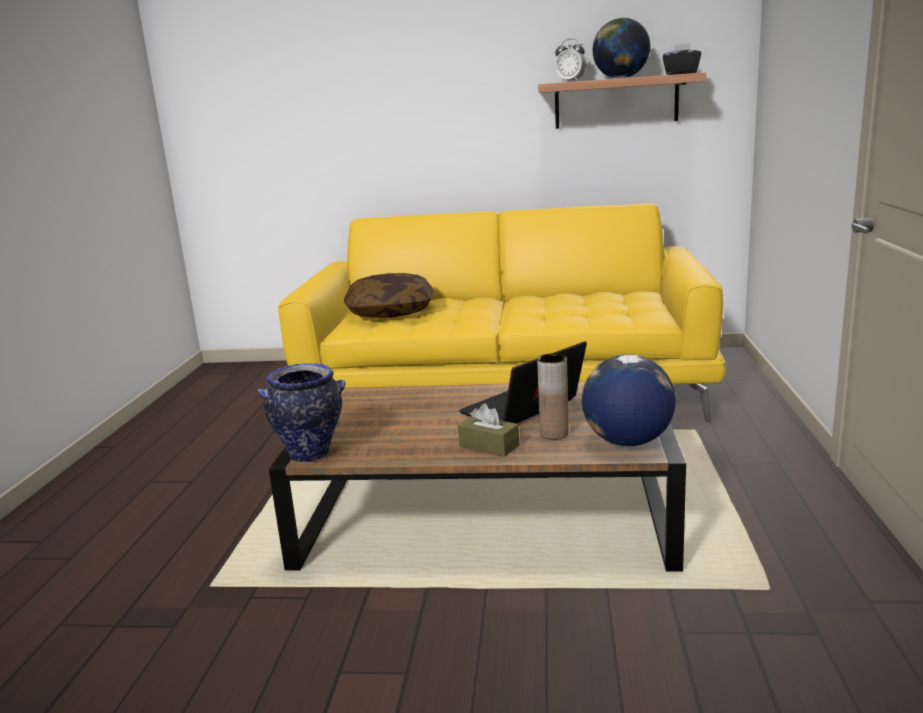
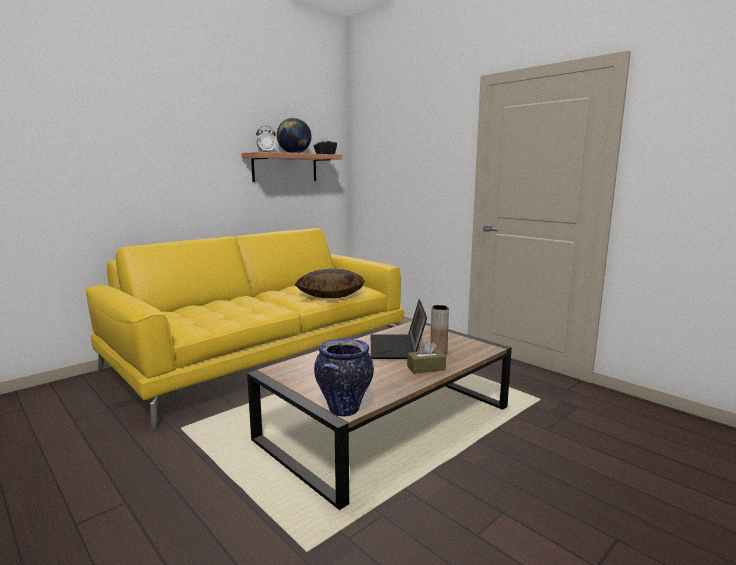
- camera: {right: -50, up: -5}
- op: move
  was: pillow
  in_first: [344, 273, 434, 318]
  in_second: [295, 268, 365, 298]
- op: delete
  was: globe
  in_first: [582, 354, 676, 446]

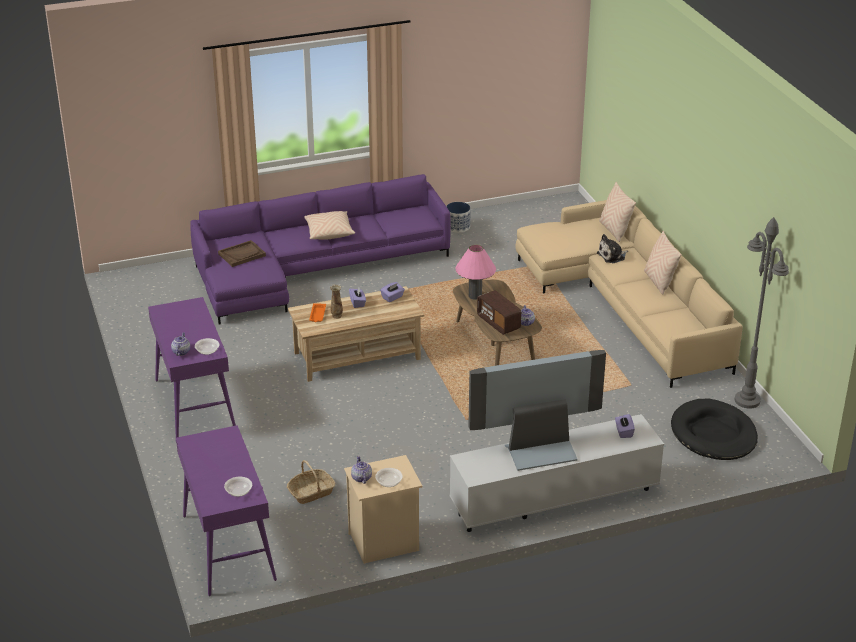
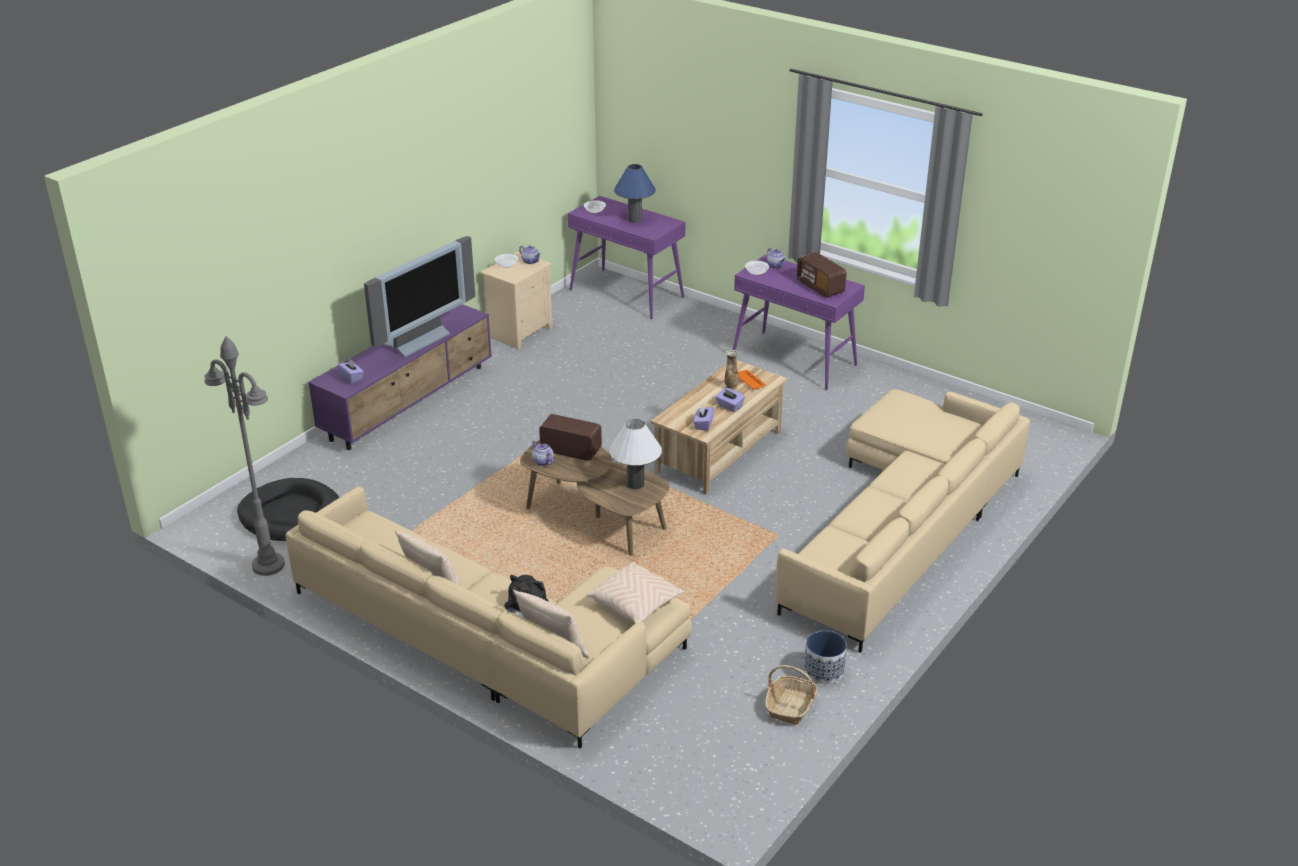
- camera: {right: 145, up: 0}
- op: recolor
  was: white tv stand
  now: purple tv stand
  in_first: [450, 414, 664, 532]
  in_second: [308, 304, 492, 450]
- op: move
  was: beige pillow
  in_first: [304, 211, 355, 240]
  in_second: [587, 561, 685, 623]
- op: recolor
  was: pink table lamp
  now: white table lamp
  in_first: [455, 245, 496, 300]
  in_second: [609, 419, 662, 489]
- op: insert
  now: blue table lamp
  in_second: [614, 164, 656, 223]
- op: move
  was: basket
  in_first: [287, 460, 335, 504]
  in_second: [765, 665, 818, 725]
- op: recolor
  was: purple sofa
  now: beige sofa
  in_first: [191, 174, 451, 325]
  in_second: [775, 389, 1030, 653]
- op: insert
  now: radio
  in_second: [797, 252, 847, 298]
- op: delete
  was: brown tray
  in_first: [218, 240, 266, 267]

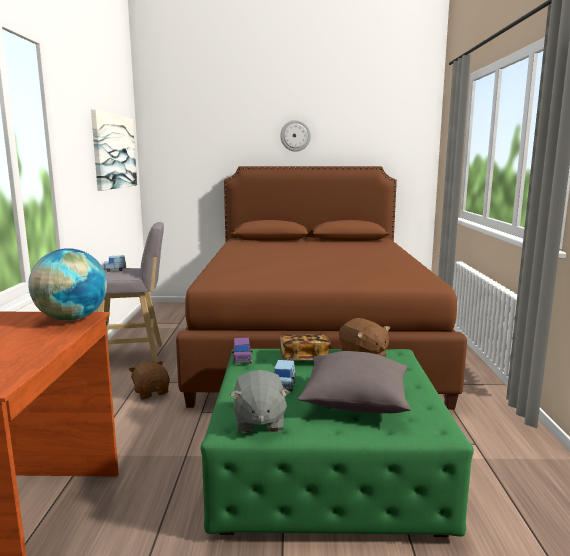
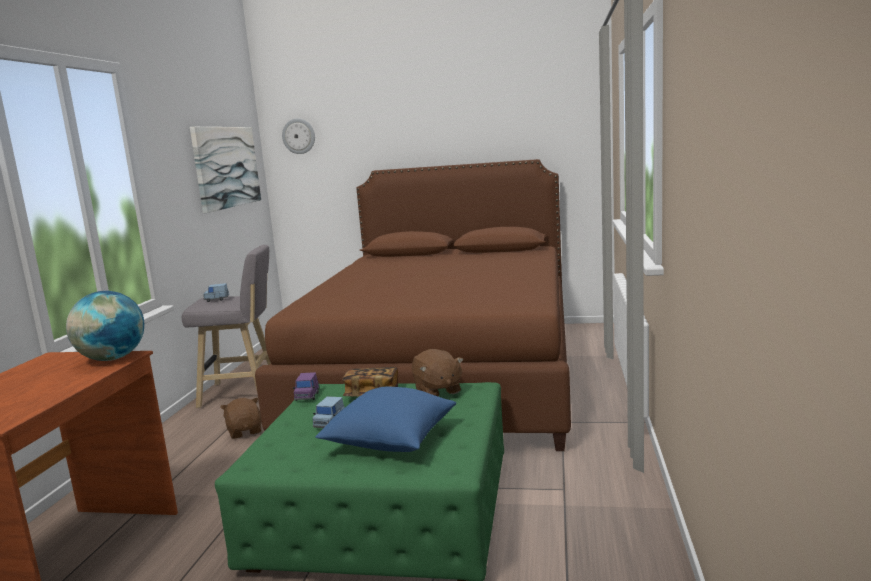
- camera: {right: 10, up: 0}
- op: move
  was: wall clock
  in_first: [280, 120, 311, 152]
  in_second: [282, 119, 315, 154]
- op: recolor
  was: grey pillow
  now: blue pillow
  in_first: [298, 351, 411, 413]
  in_second: [315, 387, 456, 452]
- op: delete
  was: grey plush toy
  in_first: [230, 370, 290, 433]

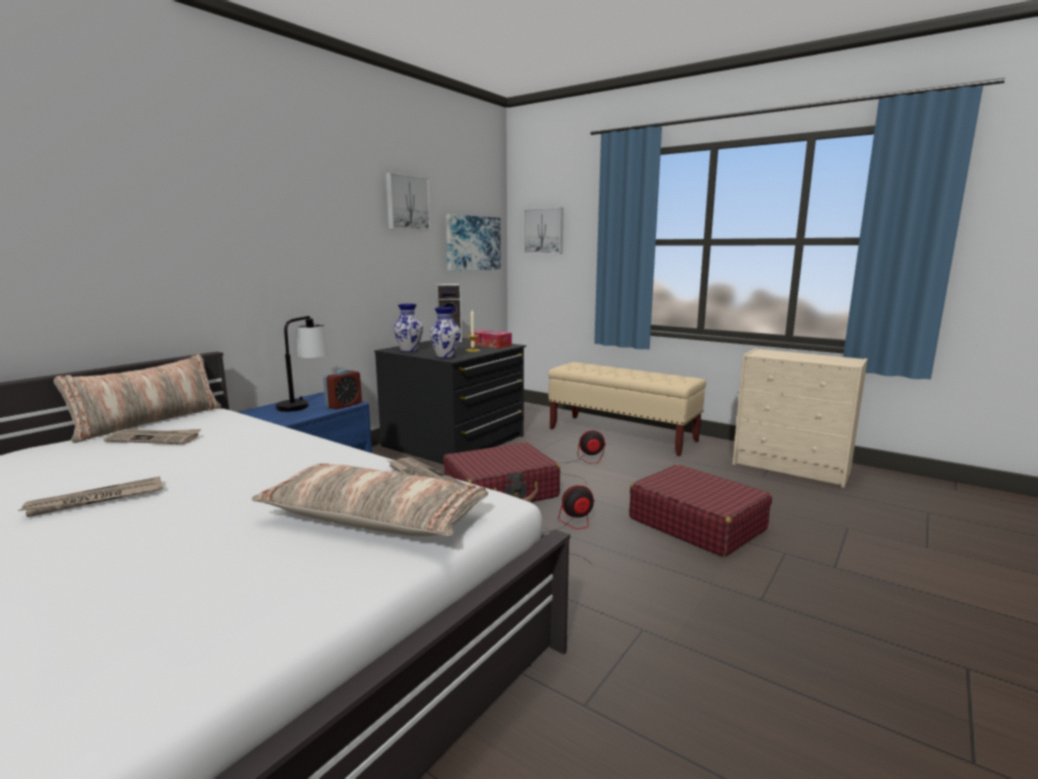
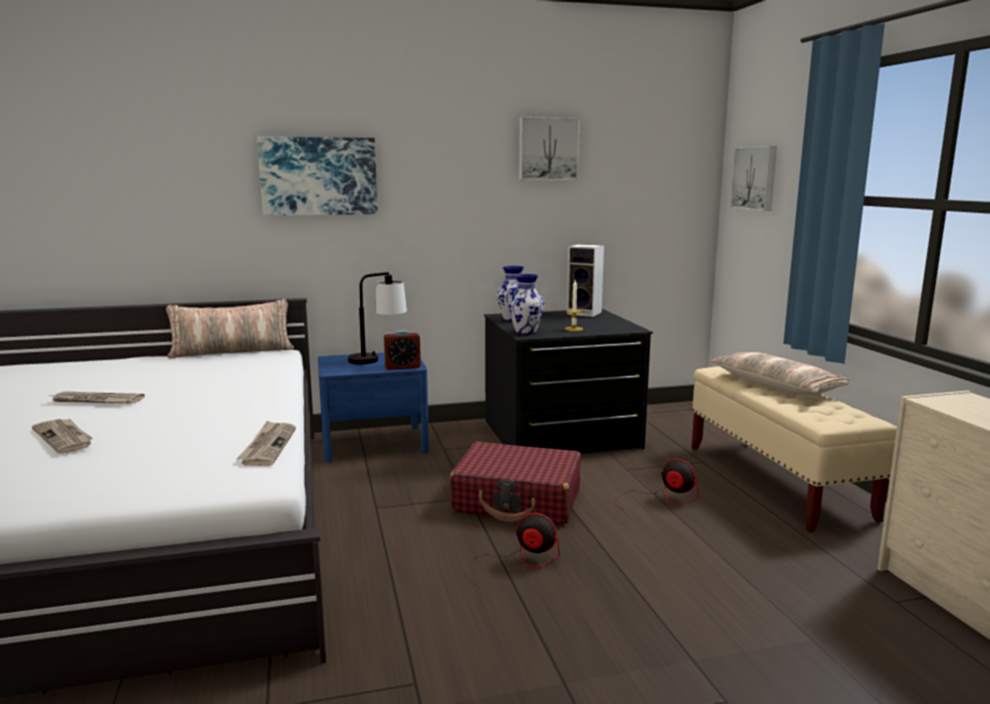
- camera: {right: 40, up: 0}
- op: move
  was: newspaper
  in_first: [104, 429, 201, 444]
  in_second: [32, 419, 93, 454]
- op: move
  was: picture
  in_first: [446, 214, 501, 271]
  in_second: [257, 137, 378, 216]
- op: move
  was: pillow
  in_first: [251, 463, 488, 536]
  in_second: [710, 352, 851, 395]
- op: delete
  was: tissue box
  in_first: [470, 330, 512, 348]
- op: delete
  was: red suitcase
  in_first: [629, 464, 772, 557]

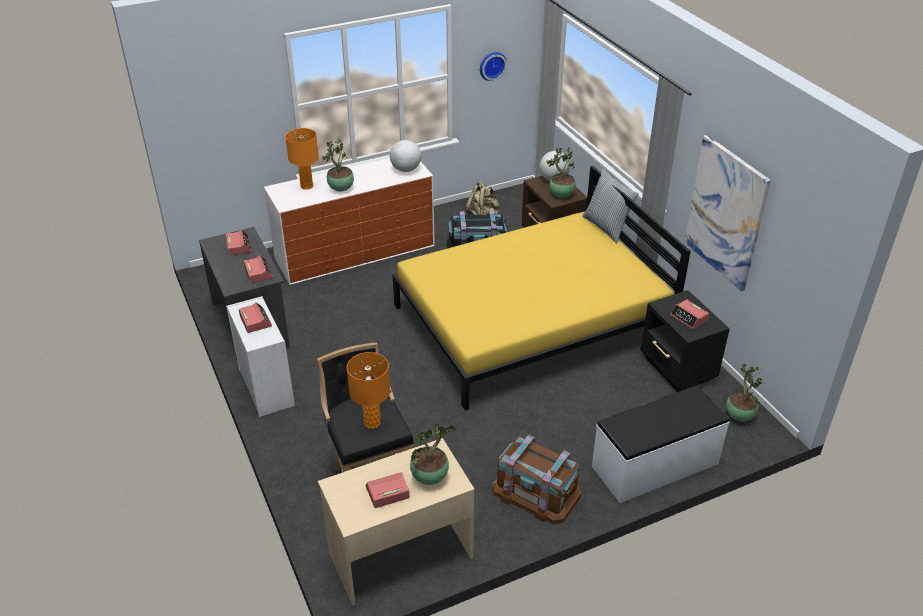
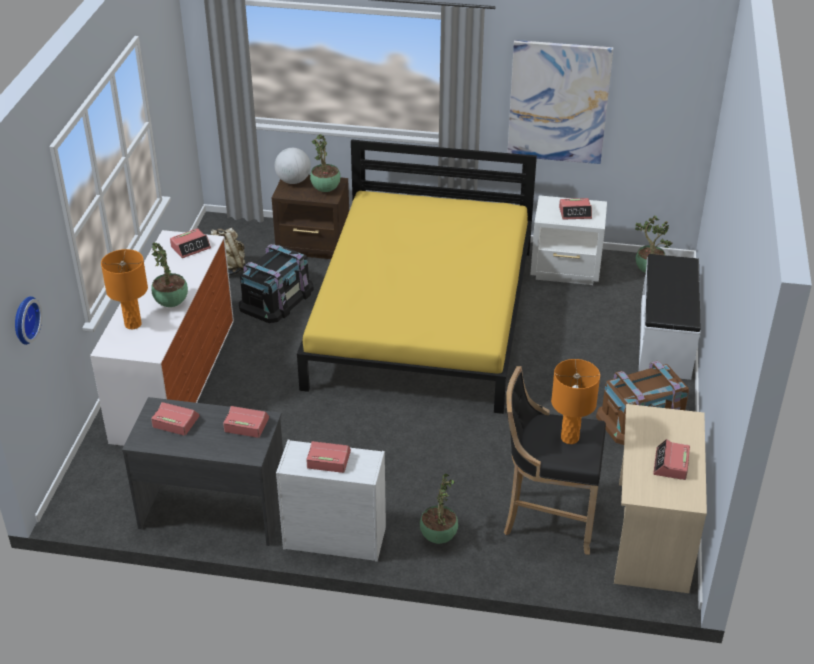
- camera: {right: -55, up: 0}
- op: move
  was: wall clock
  in_first: [480, 52, 507, 81]
  in_second: [15, 296, 42, 345]
- op: replace
  was: globe
  now: alarm clock
  in_first: [390, 140, 421, 172]
  in_second: [170, 228, 211, 258]
- op: move
  was: potted plant
  in_first: [410, 424, 456, 485]
  in_second: [420, 474, 458, 544]
- op: recolor
  was: black nightstand
  now: white nightstand
  in_first: [640, 290, 730, 392]
  in_second: [530, 195, 607, 285]
- op: delete
  was: pillow
  in_first: [582, 169, 639, 244]

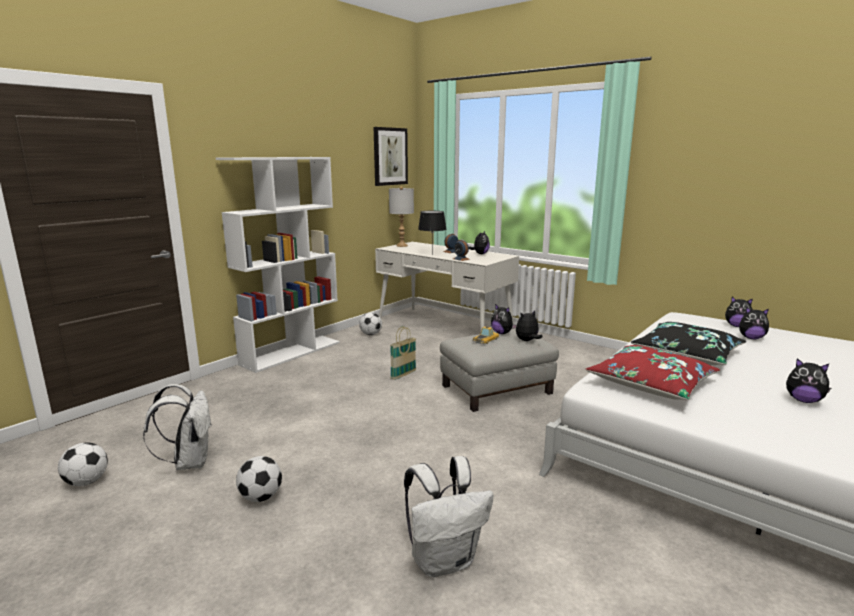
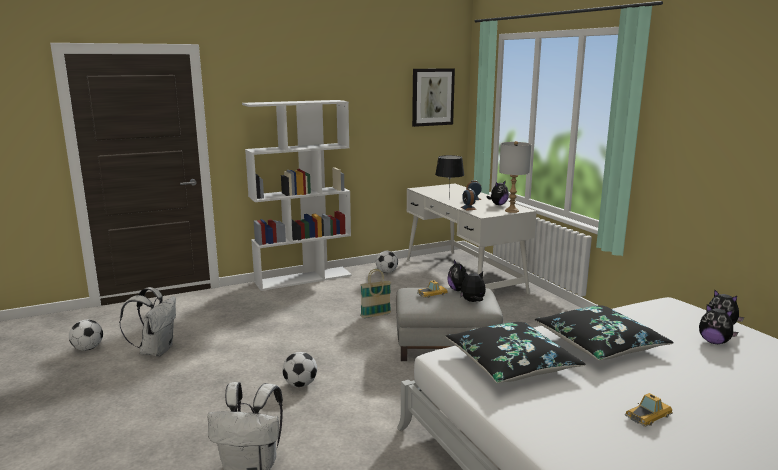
- camera: {right: 25, up: 0}
- op: move
  was: football
  in_first: [236, 456, 282, 502]
  in_second: [282, 352, 317, 387]
- op: recolor
  was: red pillow
  now: black pillow
  in_first: [586, 345, 720, 400]
  in_second: [446, 322, 585, 383]
- op: move
  was: grey table lamp
  in_first: [389, 187, 414, 247]
  in_second: [499, 141, 532, 213]
- op: replace
  was: plush toy
  now: toy car
  in_first: [786, 358, 831, 403]
  in_second: [625, 393, 673, 427]

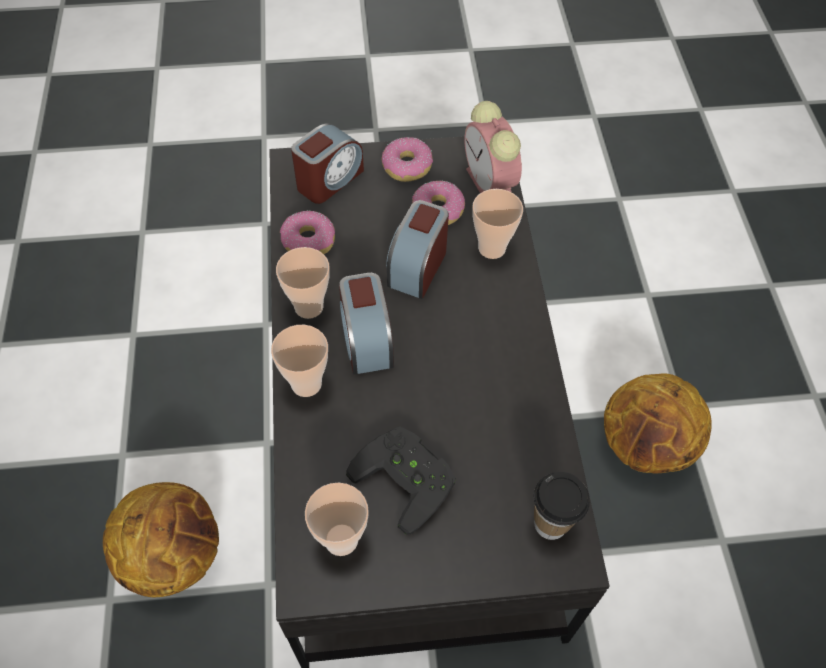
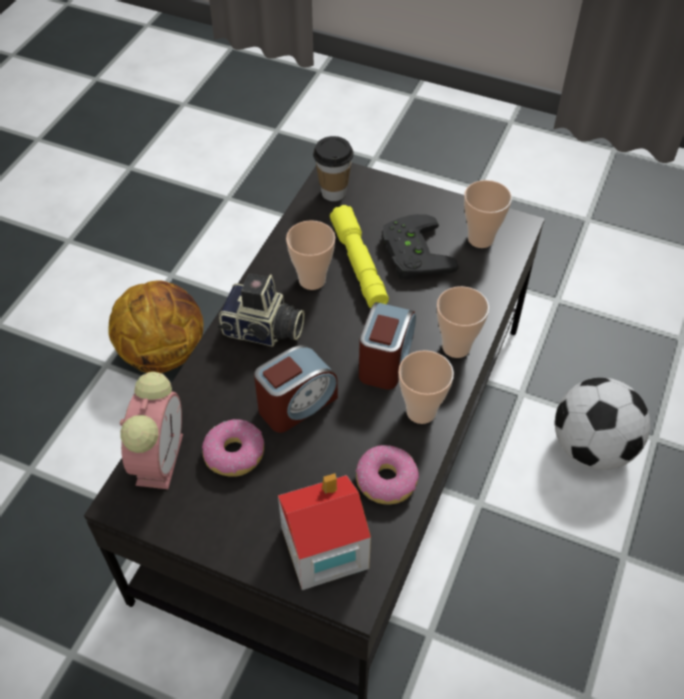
- camera: {right: -150, up: -5}
- op: insert
  now: photo camera
  in_second: [218, 274, 305, 347]
- op: replace
  was: alarm clock
  now: toy house
  in_first: [291, 123, 364, 204]
  in_second: [278, 473, 371, 590]
- op: move
  was: cup
  in_first: [472, 189, 523, 259]
  in_second: [286, 220, 335, 290]
- op: insert
  now: yellow flashlight
  in_second: [330, 205, 389, 308]
- op: replace
  was: basketball
  now: football
  in_first: [103, 482, 219, 597]
  in_second: [555, 378, 650, 470]
- op: delete
  was: donut
  in_first: [382, 137, 433, 182]

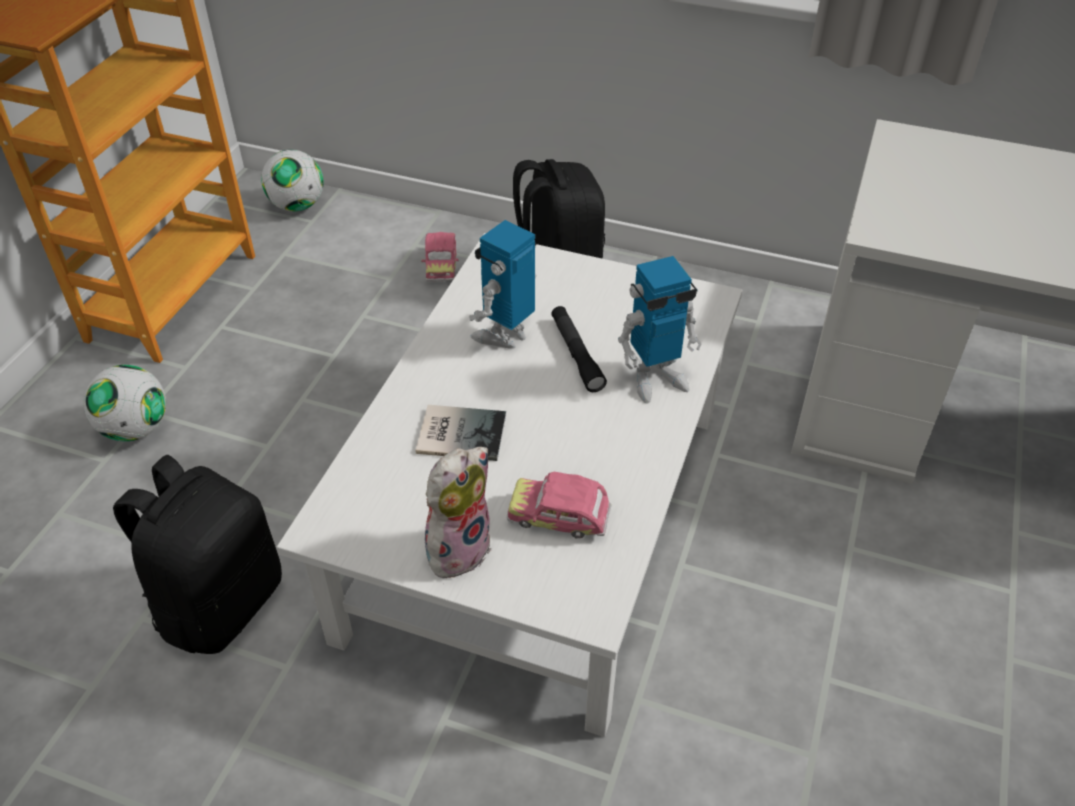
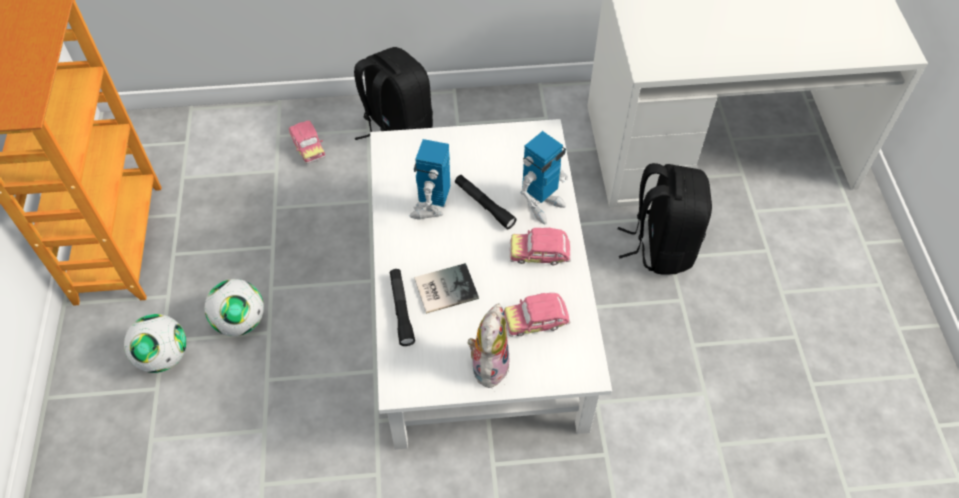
- camera: {right: -25, up: 10}
- op: move
  was: football
  in_first: [261, 150, 324, 212]
  in_second: [205, 279, 264, 336]
- op: insert
  now: black flashlight
  in_second: [390, 269, 415, 346]
- op: insert
  now: toy car
  in_second: [510, 228, 571, 266]
- op: move
  was: black backpack
  in_first: [113, 455, 282, 654]
  in_second: [618, 163, 712, 274]

